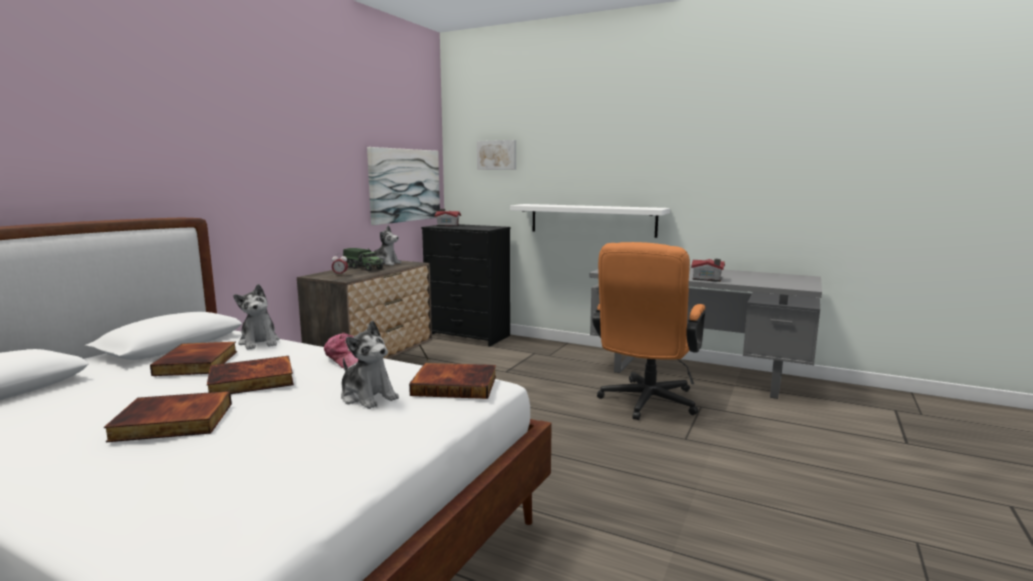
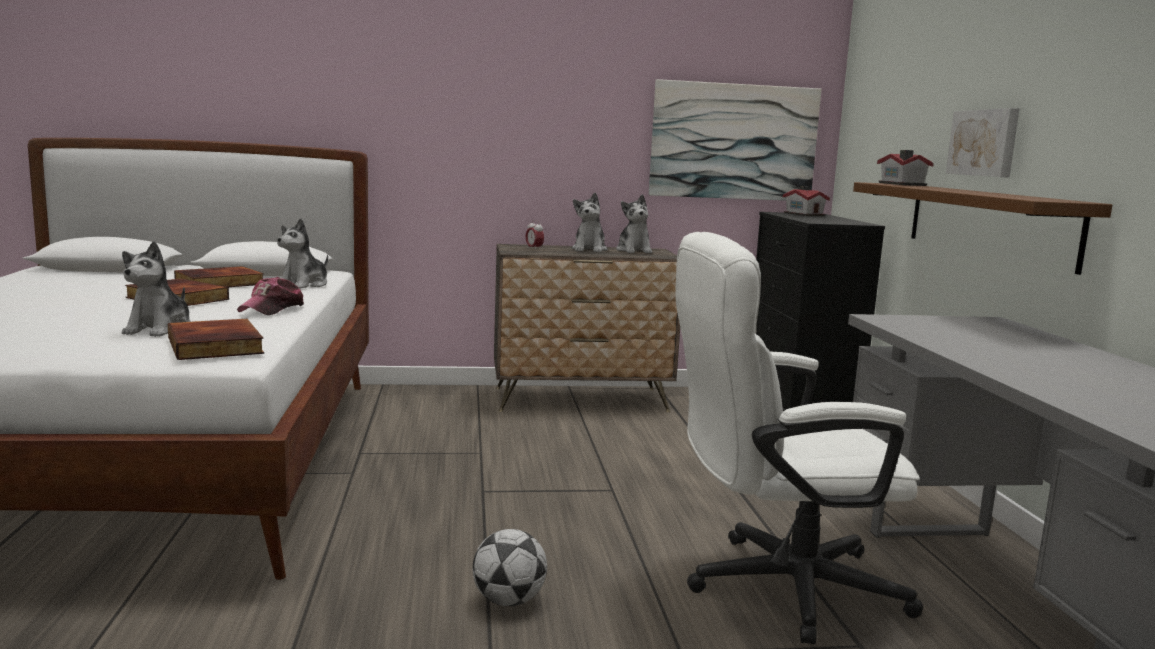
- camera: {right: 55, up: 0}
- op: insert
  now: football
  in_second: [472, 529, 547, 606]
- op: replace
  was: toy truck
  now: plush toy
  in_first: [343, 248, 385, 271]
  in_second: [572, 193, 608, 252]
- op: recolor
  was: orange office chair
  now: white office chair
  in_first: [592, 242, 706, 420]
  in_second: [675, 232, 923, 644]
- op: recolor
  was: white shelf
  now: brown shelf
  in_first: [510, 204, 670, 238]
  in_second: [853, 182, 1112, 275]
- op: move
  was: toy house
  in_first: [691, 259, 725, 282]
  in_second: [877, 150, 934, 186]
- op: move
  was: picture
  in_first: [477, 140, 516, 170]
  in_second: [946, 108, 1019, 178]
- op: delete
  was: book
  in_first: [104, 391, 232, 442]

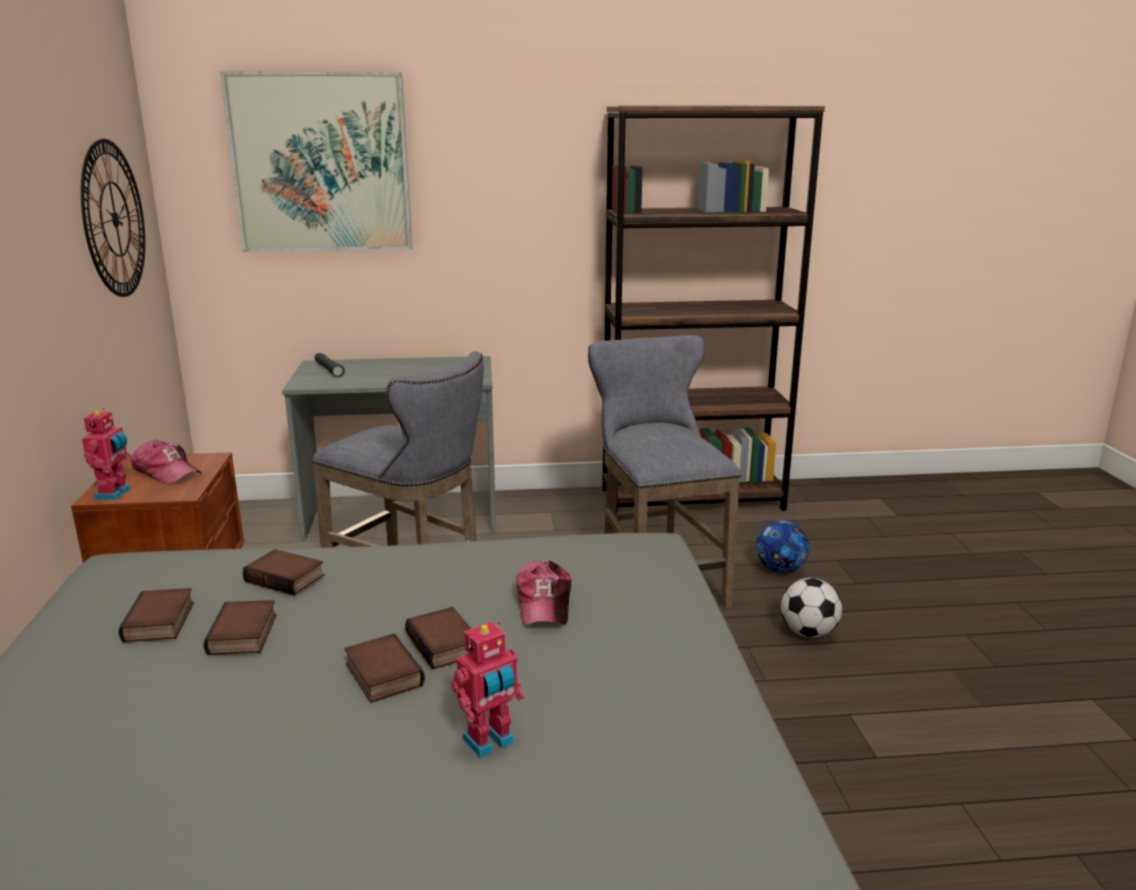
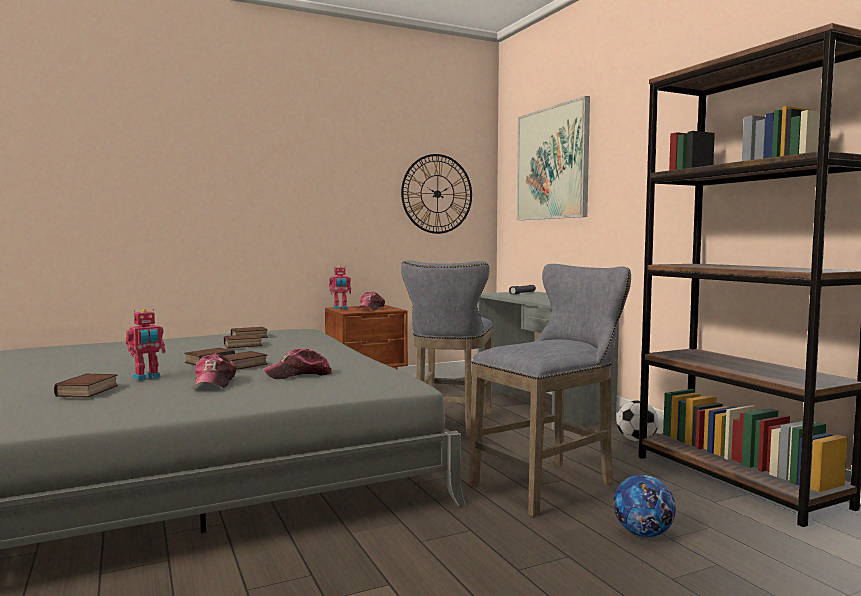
- camera: {right: 70, up: -15}
- op: move
  was: book
  in_first: [243, 549, 324, 595]
  in_second: [54, 374, 118, 398]
- op: rotate
  was: toy robot
  in_first: [451, 622, 524, 758]
  in_second: [125, 309, 165, 380]
  clockwise: -75
- op: insert
  now: cap
  in_second: [193, 353, 236, 388]
- op: move
  was: football
  in_first: [781, 578, 842, 638]
  in_second: [616, 400, 659, 441]

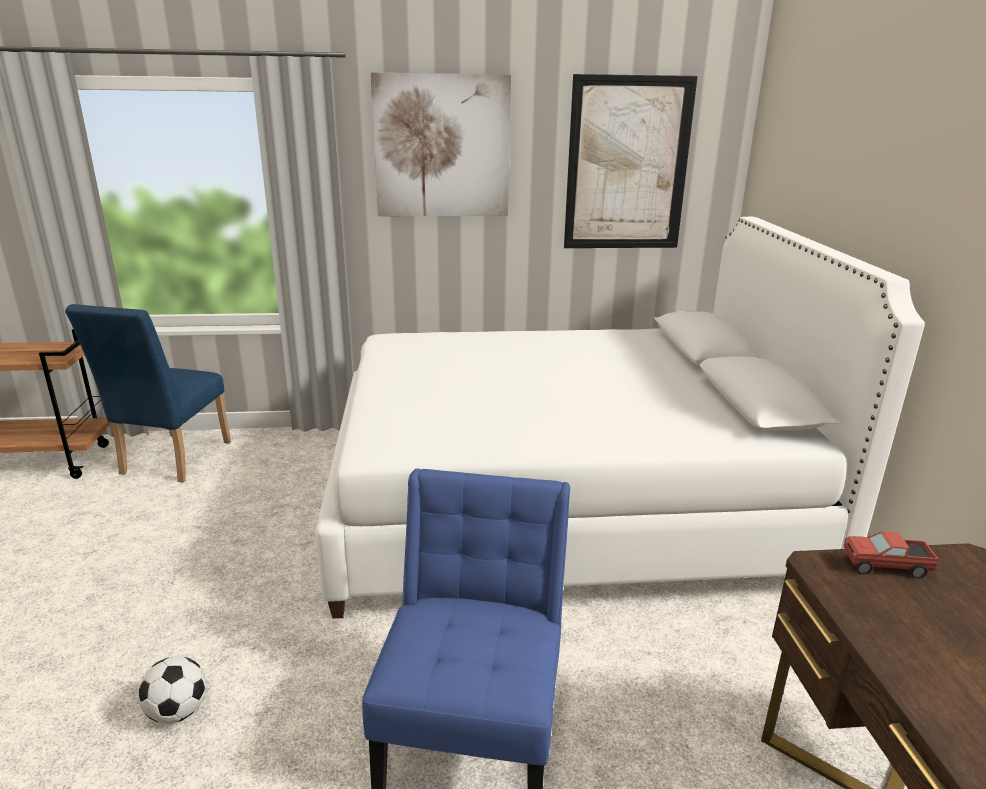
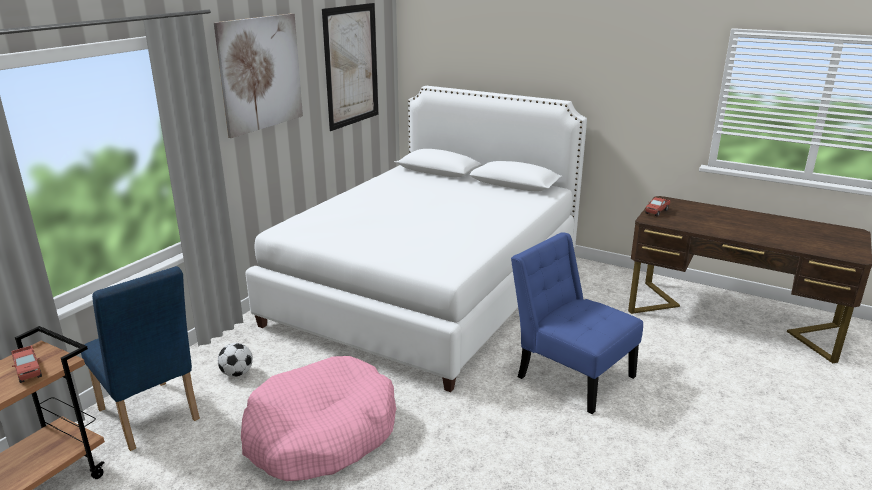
- camera: {right: -55, up: 0}
- op: insert
  now: toy truck
  in_second: [11, 345, 42, 383]
- op: move
  was: football
  in_first: [138, 656, 207, 724]
  in_second: [218, 343, 253, 377]
- op: insert
  now: pink dog bed
  in_second: [241, 356, 396, 481]

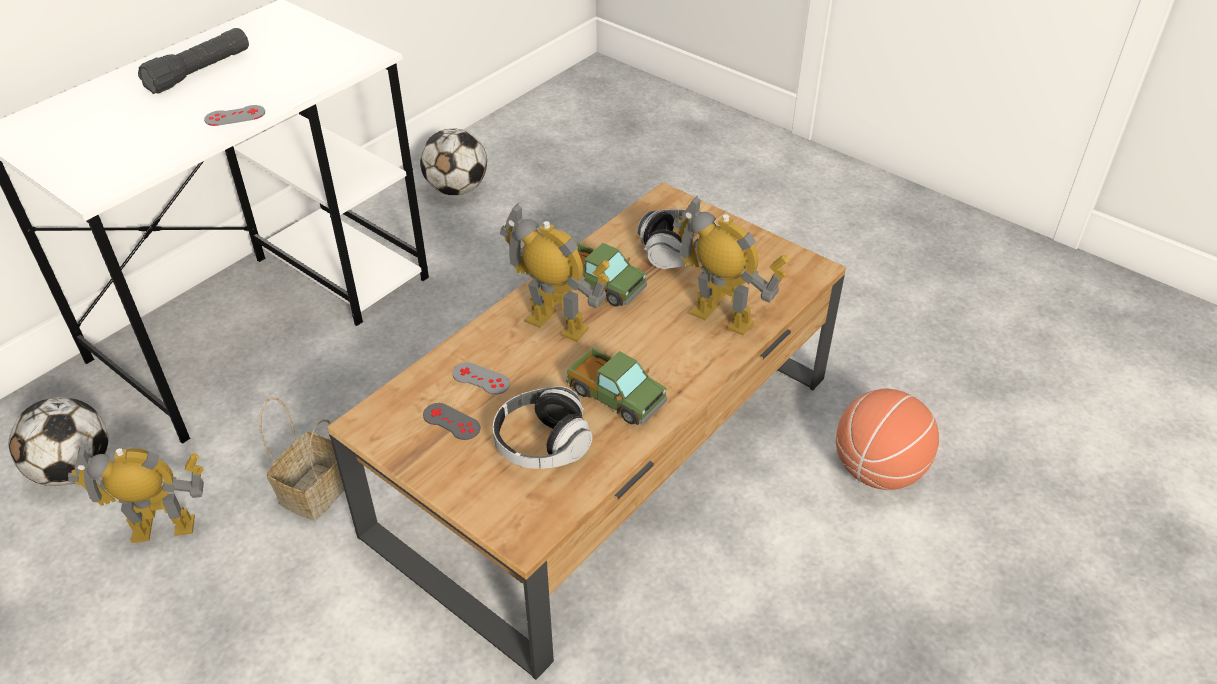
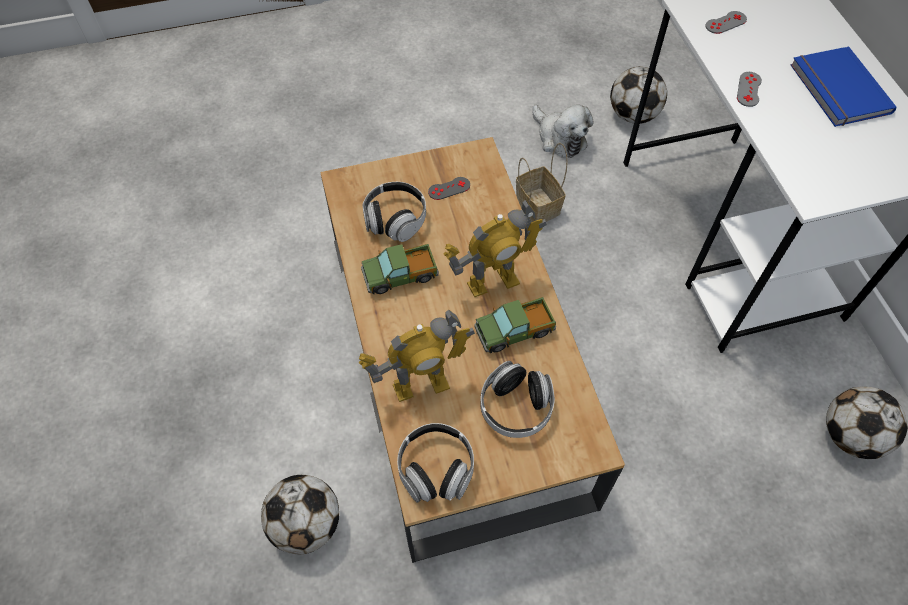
- camera: {right: 125, up: 15}
- op: replace
  was: basketball
  now: football
  in_first: [836, 389, 939, 490]
  in_second: [261, 475, 339, 554]
- op: insert
  now: headphones
  in_second: [397, 423, 474, 503]
- op: replace
  was: toy robot
  now: plush toy
  in_first: [68, 447, 204, 543]
  in_second: [532, 104, 594, 158]
- op: move
  was: grey game controller
  in_first: [452, 363, 510, 395]
  in_second: [706, 11, 747, 34]
- op: replace
  was: black flashlight
  now: blue book
  in_first: [138, 28, 249, 94]
  in_second: [790, 46, 897, 127]

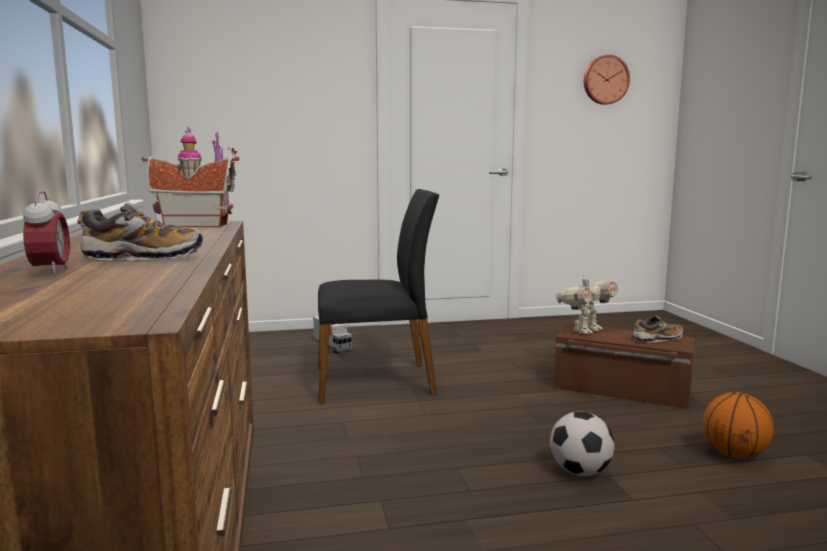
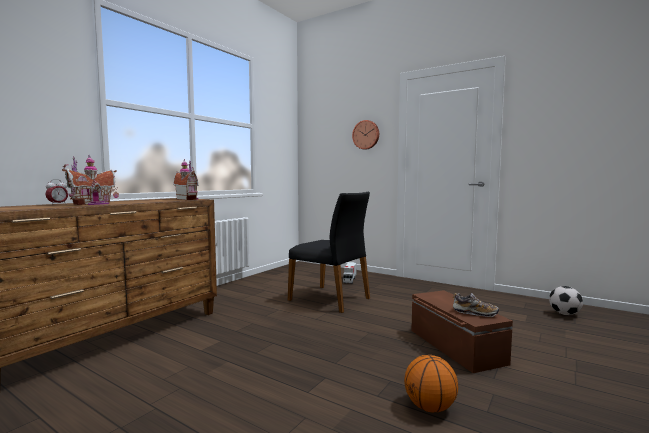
- camera: {right: 45, up: -5}
- op: replace
  was: shoe
  now: toy house
  in_first: [77, 202, 203, 260]
  in_second: [62, 155, 119, 205]
- op: move
  was: wall clock
  in_first: [584, 55, 630, 105]
  in_second: [352, 120, 379, 150]
- op: move
  was: football
  in_first: [550, 412, 615, 476]
  in_second: [549, 286, 583, 315]
- op: delete
  was: toy robot
  in_first: [556, 273, 618, 334]

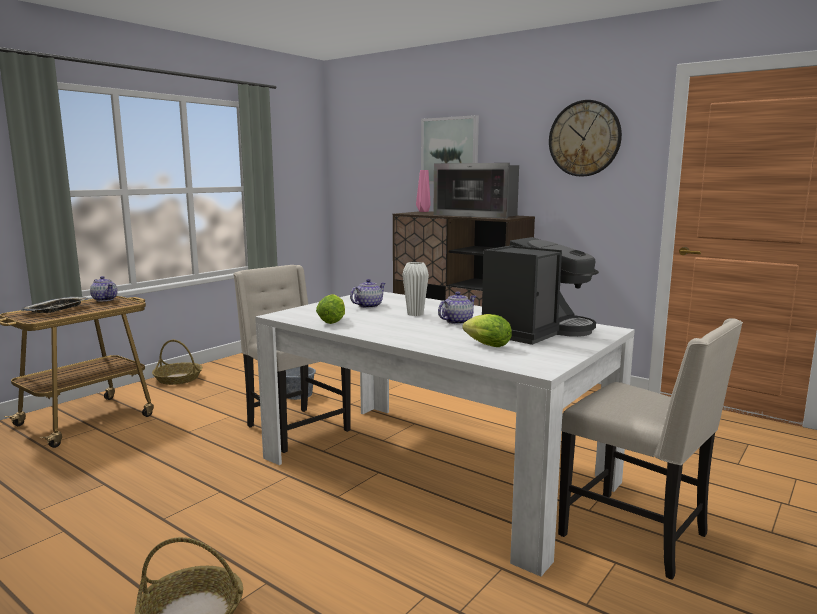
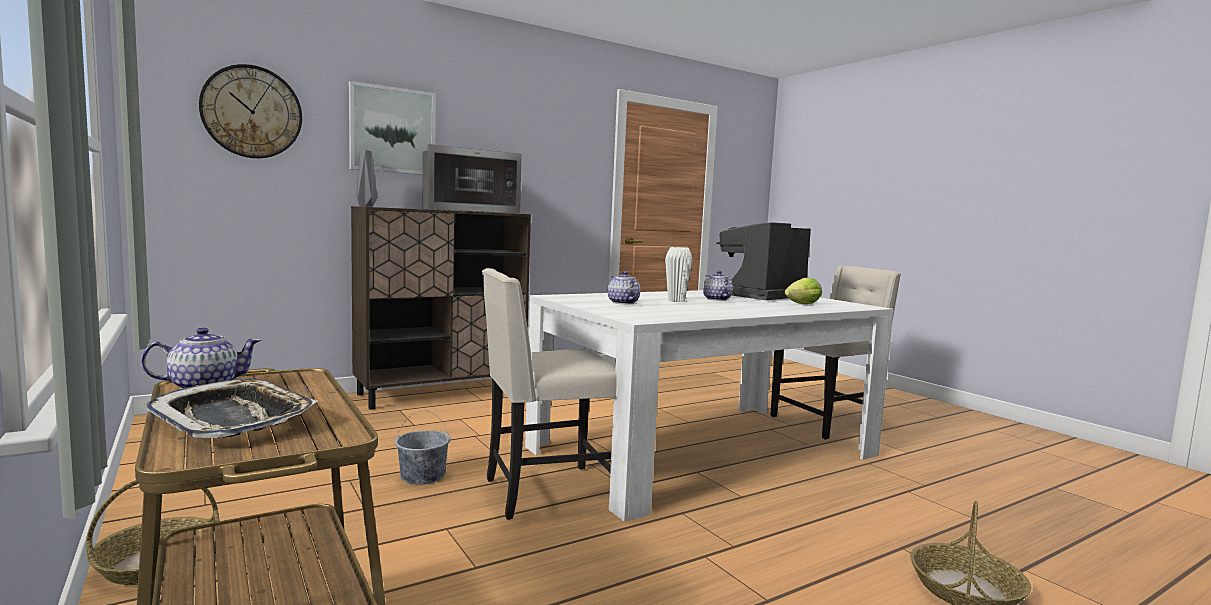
- camera: {right: -70, up: -5}
- op: move
  was: wall clock
  in_first: [549, 100, 622, 176]
  in_second: [199, 64, 302, 158]
- op: recolor
  was: pink vase
  now: grey vase
  in_first: [416, 170, 431, 212]
  in_second: [356, 150, 377, 207]
- op: rotate
  was: coffee machine
  in_first: [482, 237, 599, 345]
  in_second: [716, 222, 811, 300]
  clockwise: -105
- op: delete
  was: lettuce
  in_first: [316, 294, 345, 324]

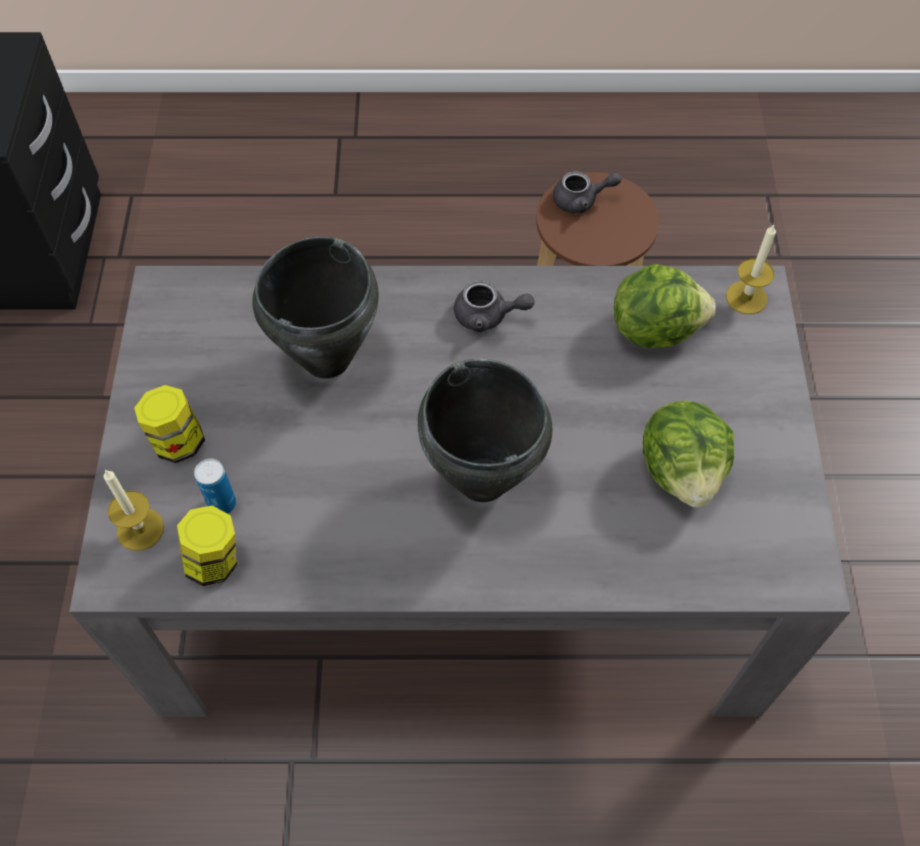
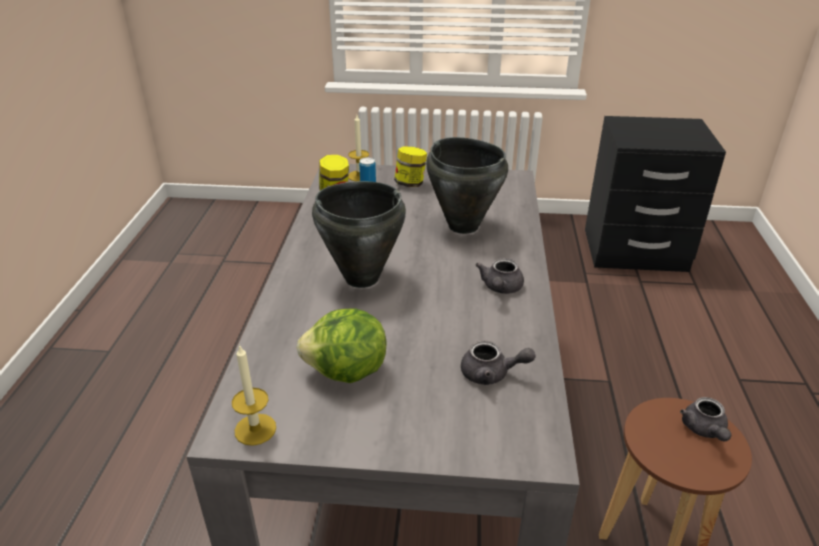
- camera: {right: 95, up: -25}
- op: move
  was: candle
  in_first: [726, 225, 776, 314]
  in_second: [232, 344, 276, 446]
- op: replace
  was: lettuce
  now: grey teapot
  in_first: [614, 264, 716, 348]
  in_second: [461, 341, 535, 385]

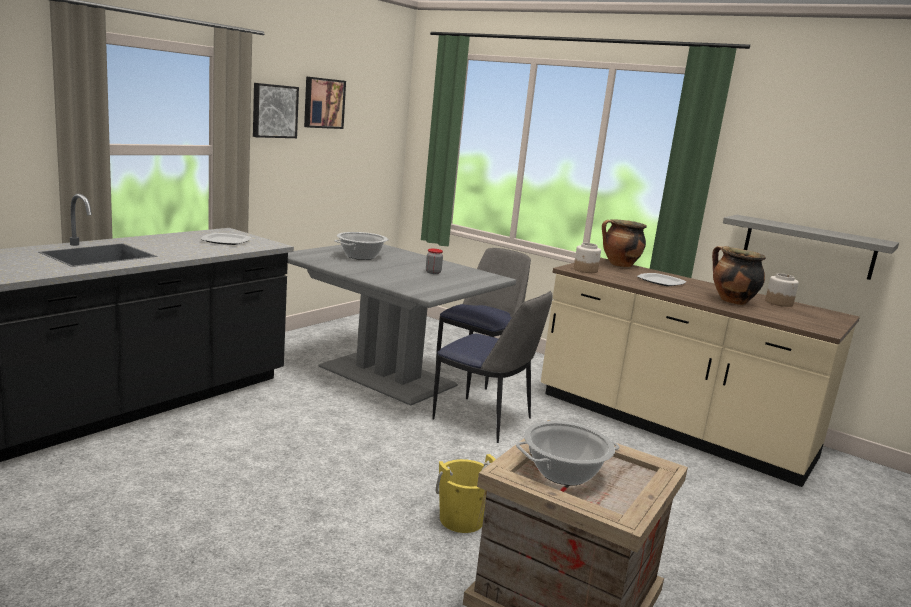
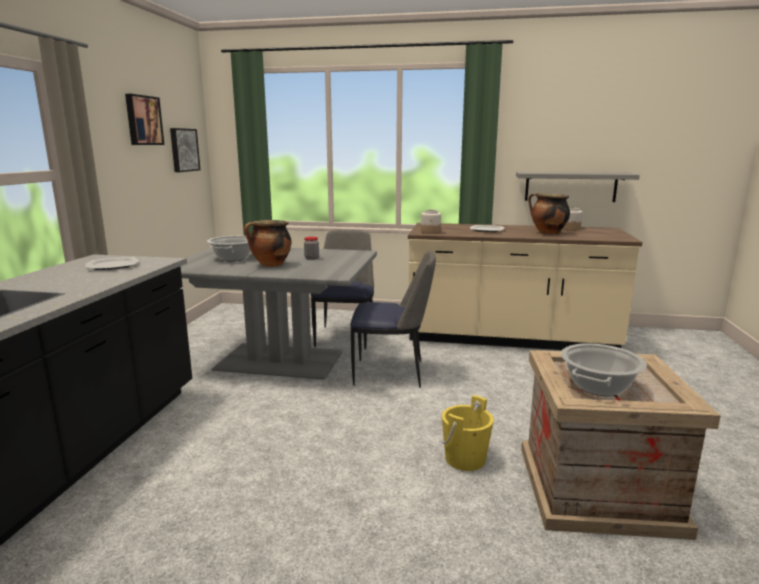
- camera: {right: -25, up: 0}
- op: move
  was: picture
  in_first: [253, 83, 299, 138]
  in_second: [170, 128, 200, 172]
- op: move
  was: cooking pot
  in_first: [602, 219, 647, 267]
  in_second: [244, 220, 292, 267]

